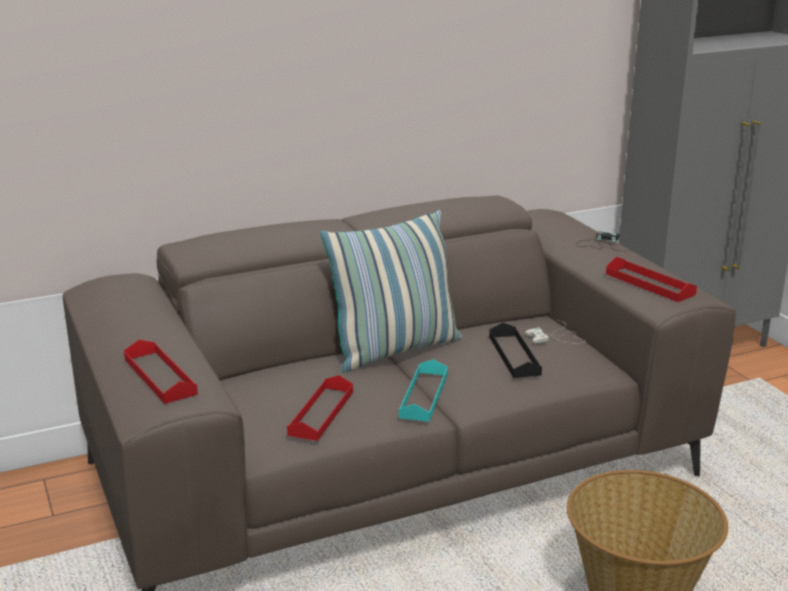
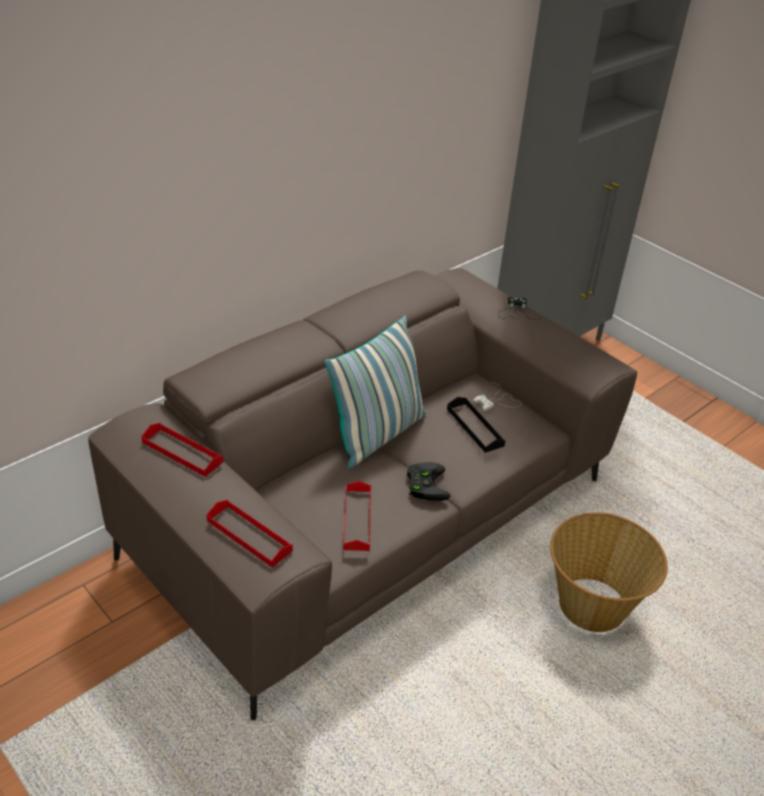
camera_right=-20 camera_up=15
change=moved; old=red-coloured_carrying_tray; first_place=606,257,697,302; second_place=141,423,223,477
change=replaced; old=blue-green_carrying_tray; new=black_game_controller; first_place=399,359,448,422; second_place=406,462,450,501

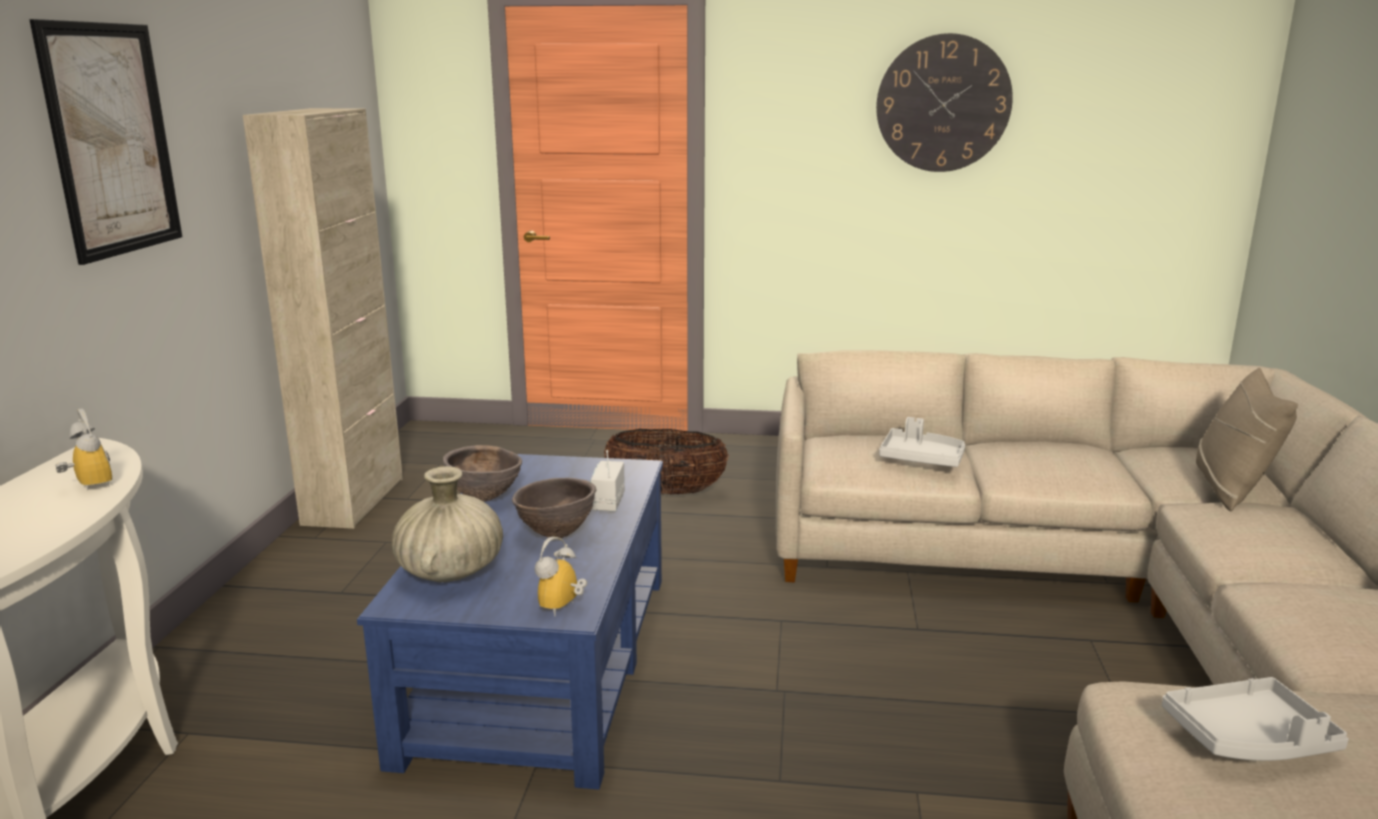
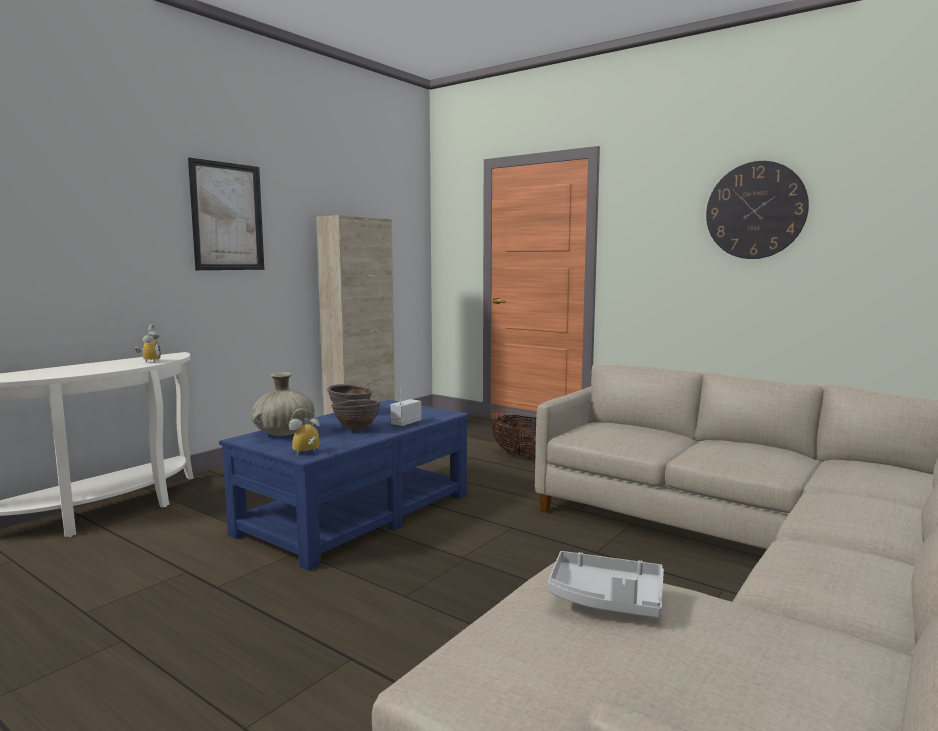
camera_right=30 camera_up=-10
change=removed; old=gray_carrying_tray; first_place=879,417,965,467
change=removed; old=beige_throw_pillow; first_place=1196,368,1298,511

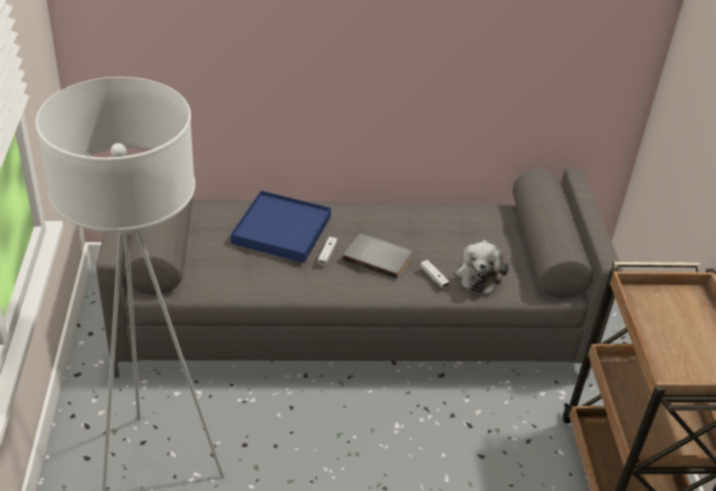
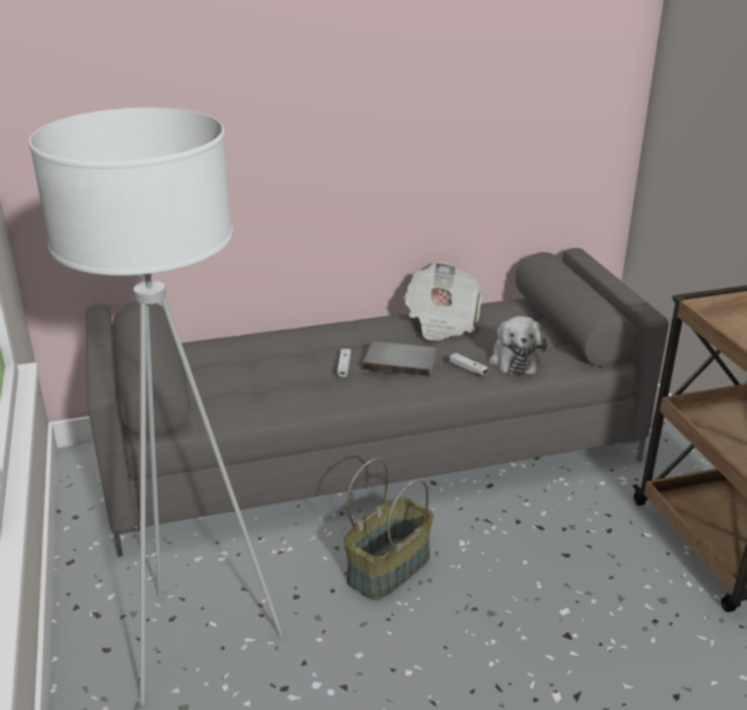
camera_right=-10 camera_up=-10
change=added; new=basket; second_place=344,458,433,600
change=added; new=daily_paper; second_place=404,262,483,341
change=removed; old=blue_carrying_tray; first_place=231,191,331,263

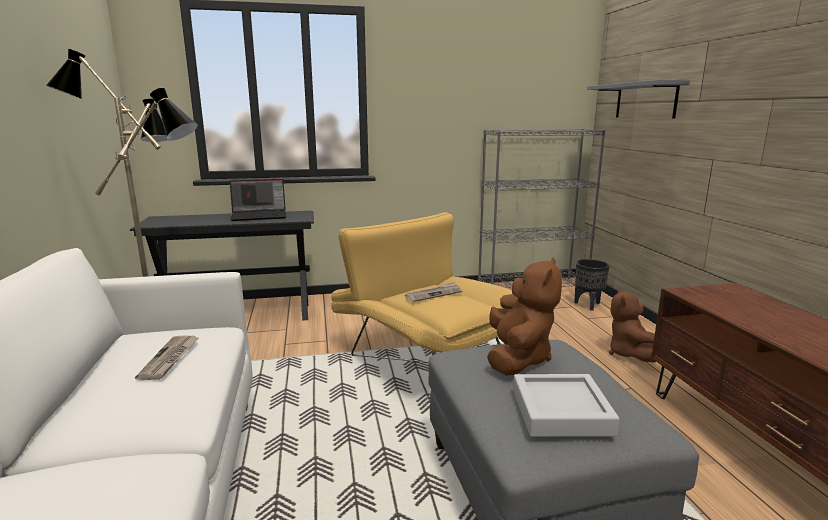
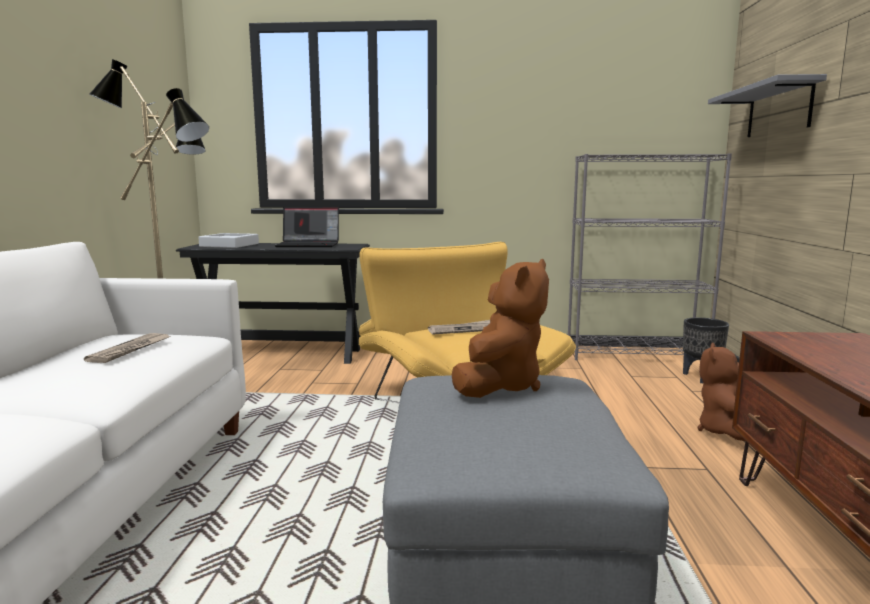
camera_right=15 camera_up=-5
change=moved; old=gray_carrying_tray; first_place=513,374,620,437; second_place=198,233,259,248

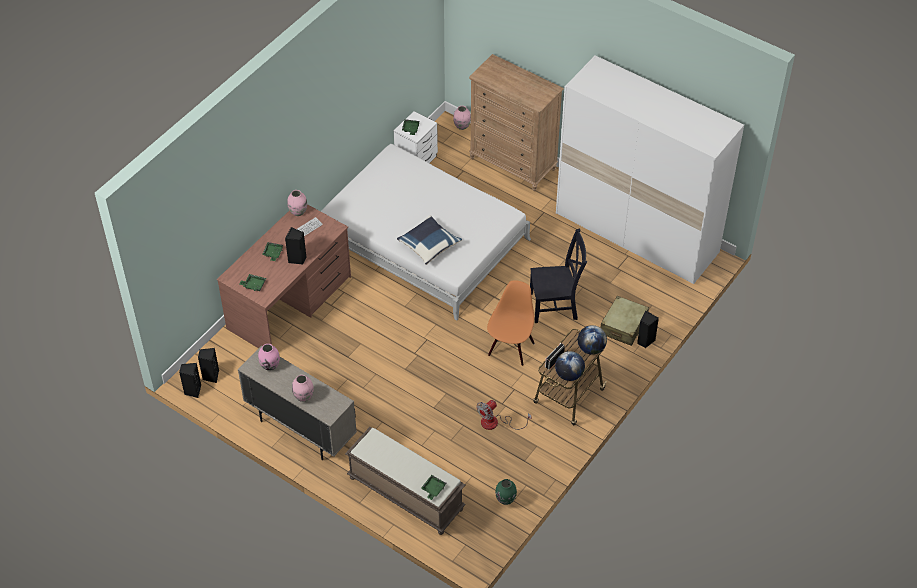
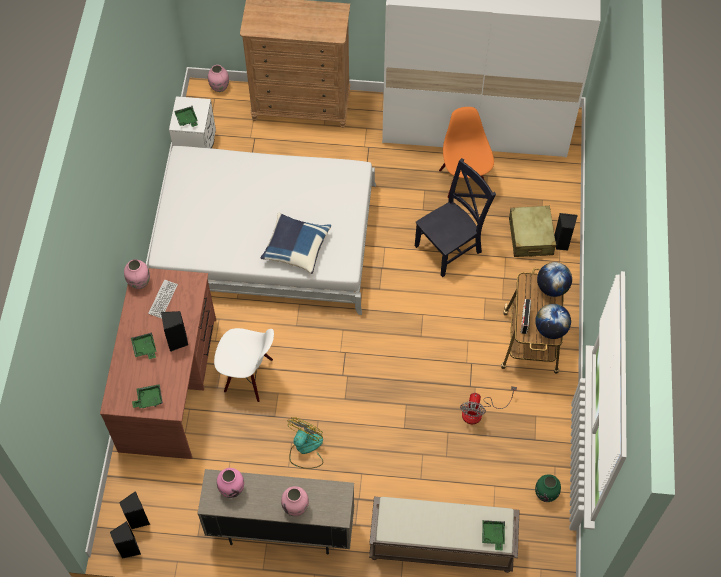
camera_right=-30 camera_up=10
change=added; new=white_plain_chair; second_place=214,328,274,402
change=added; new=electric_fan; second_place=287,417,323,469
change=moved; old=orange-coloured_plain_chair; first_place=487,280,535,366; second_place=439,107,494,199

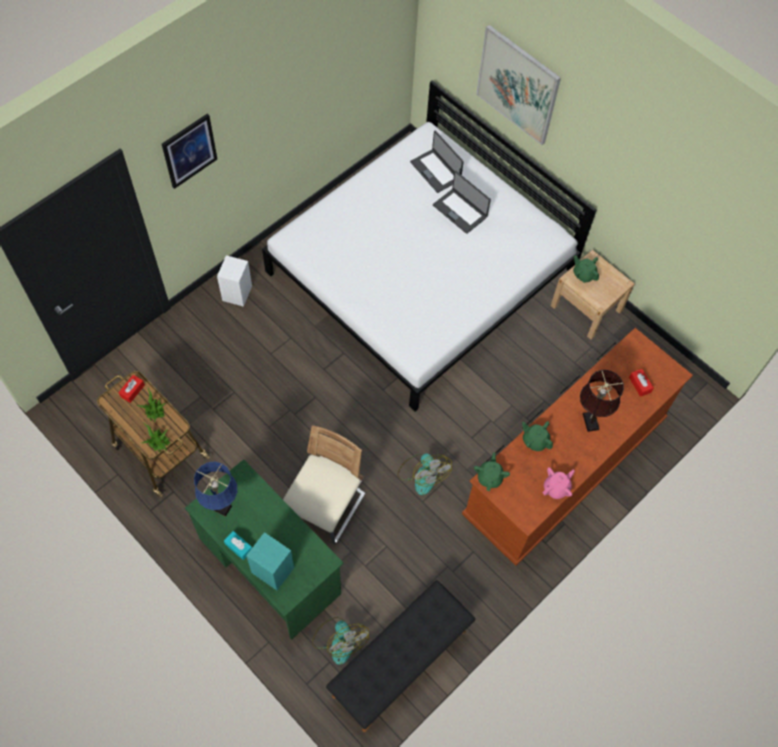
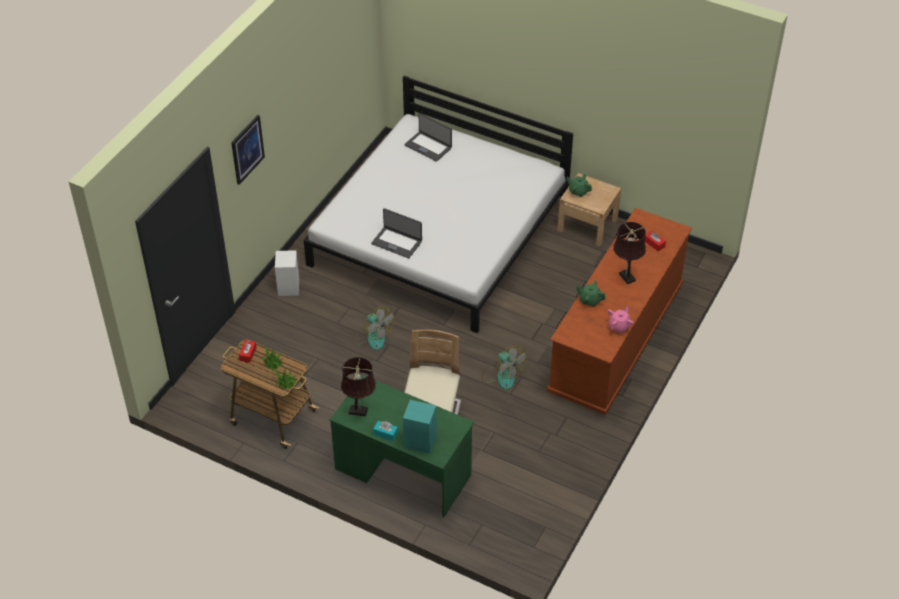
camera_right=-15 camera_up=-15
change=recoloured; old=blue_table_lamp; new=brownish_table_lamp; first_place=194,462,238,516; second_place=341,357,376,416
change=moved; old=electric_fan; first_place=312,617,369,665; second_place=352,306,395,350
change=moved; old=notebook_computer; first_place=433,171,491,234; second_place=371,208,422,258
change=removed; old=black_bench; first_place=326,580,475,732
change=removed; old=green-coloured_pot_for_tea; first_place=474,453,510,491
change=removed; old=wall_art; first_place=476,25,561,145

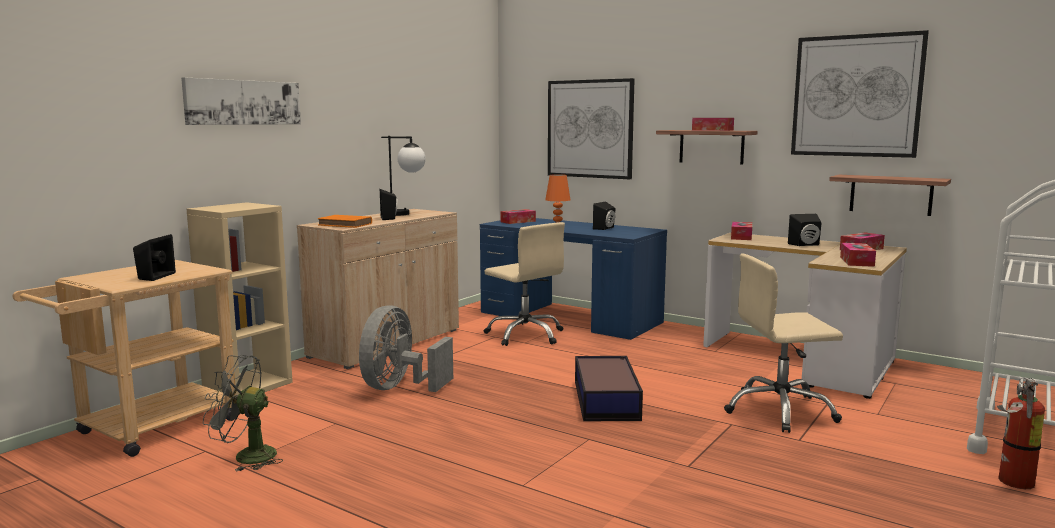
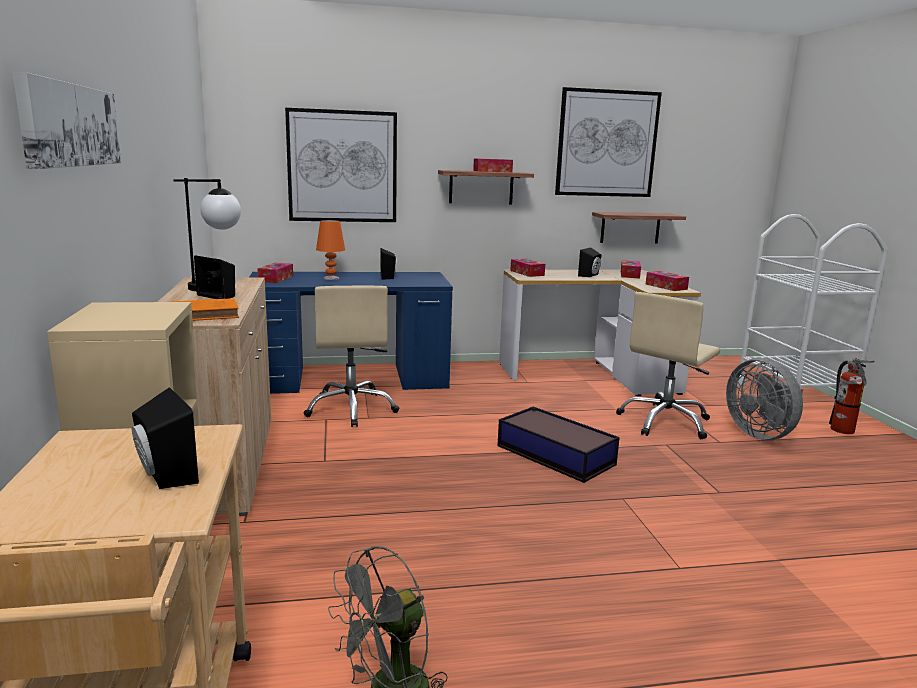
camera_right=-45 camera_up=5
change=turned; old=beige_desk_chair; first_place=484,222,565,346; second_place=303,286,399,427; degrees=75
change=moved; old=gray_electric_fan; first_place=359,305,453,392; second_place=726,358,803,440

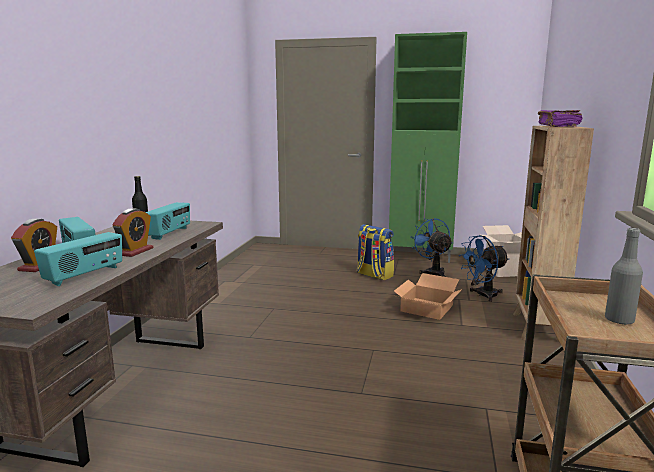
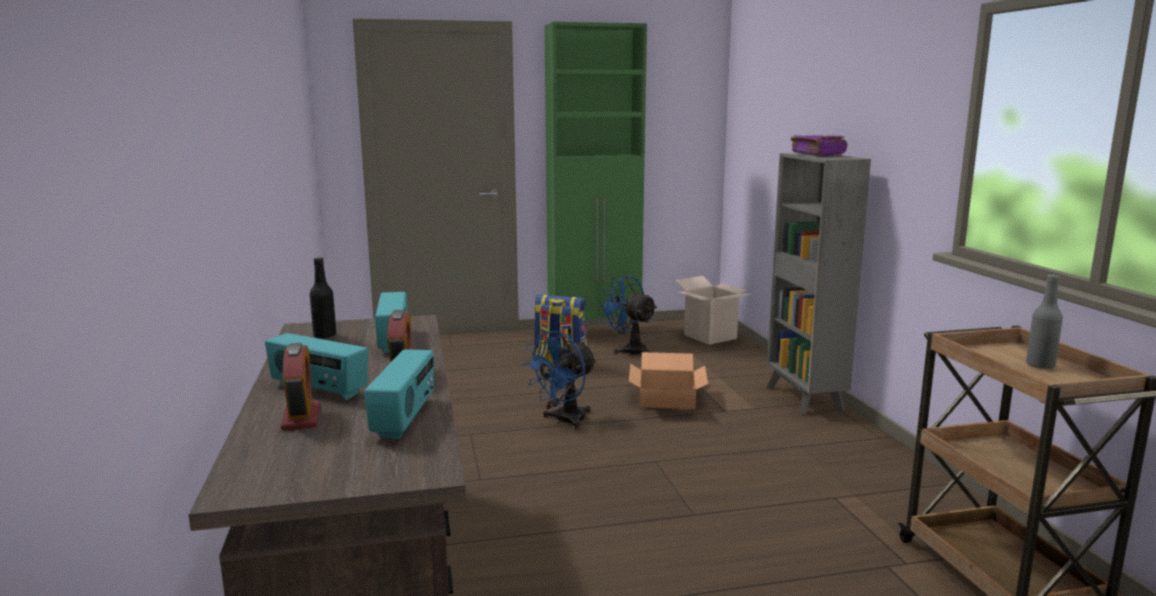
camera_right=-25 camera_up=0
change=moved; old=blue_electric_fan; first_place=459,235,509,302; second_place=523,331,597,430
change=recoloured; old=brownish_bookshelf; new=gray_bookshelf; first_place=512,126,594,342; second_place=767,153,871,415

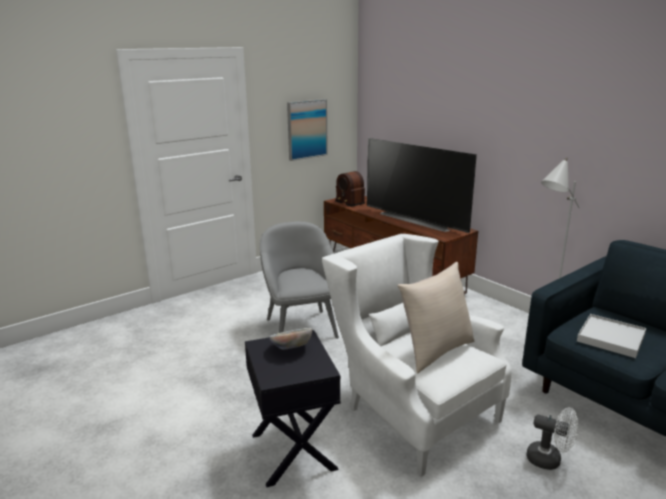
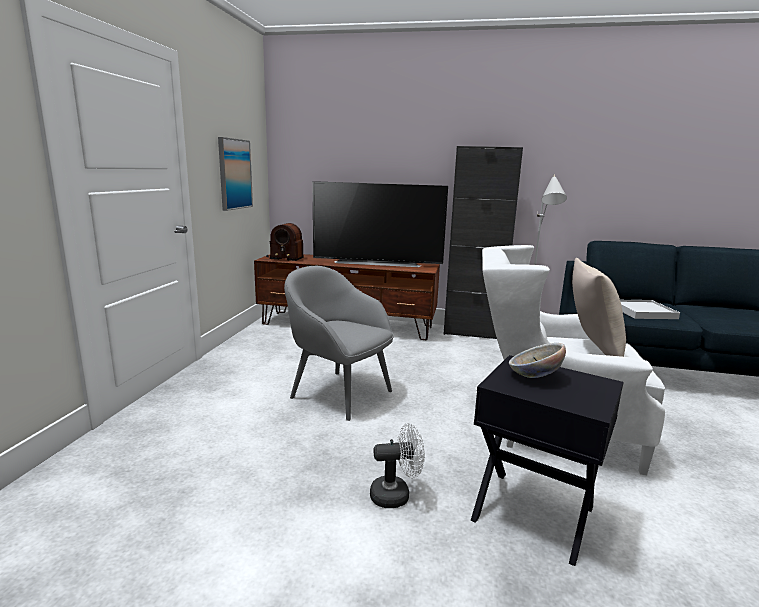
camera_right=-40 camera_up=-5
change=moved; old=white_electric_fan; first_place=526,408,578,470; second_place=370,423,425,508
change=added; new=black_storage_cabinet; second_place=443,146,523,339

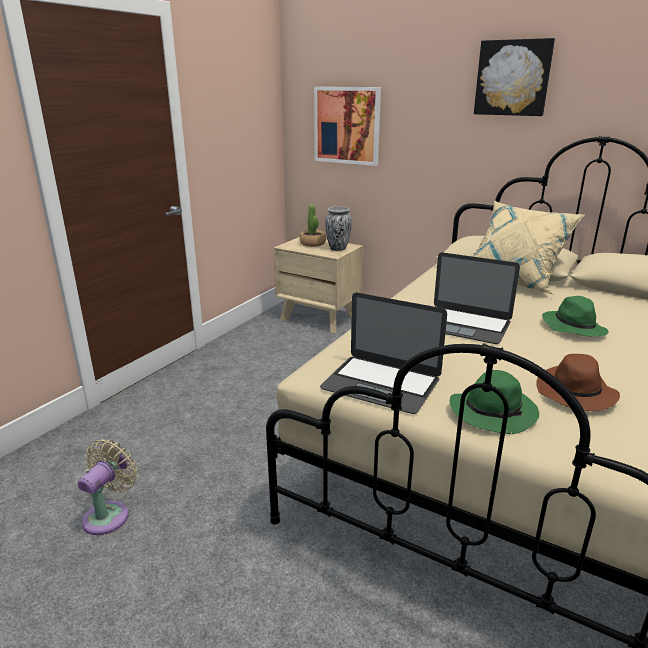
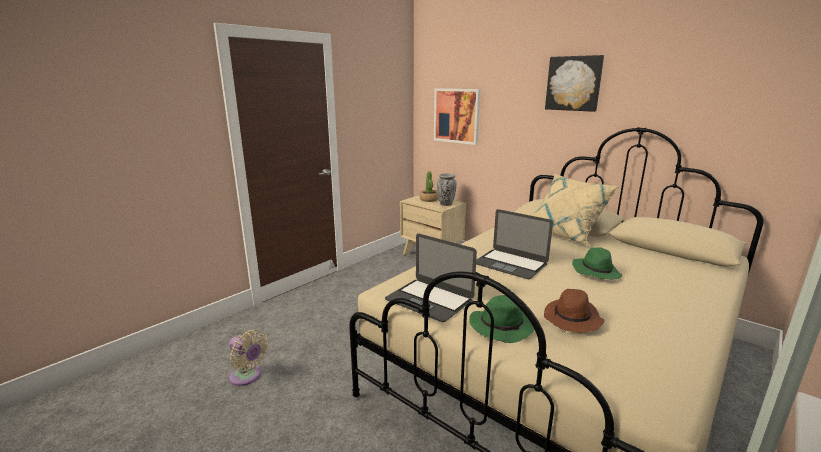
camera_right=10 camera_up=-5
change=turned; old=beige_electric_fan; first_place=78,439,138,535; second_place=229,330,268,386; degrees=90

